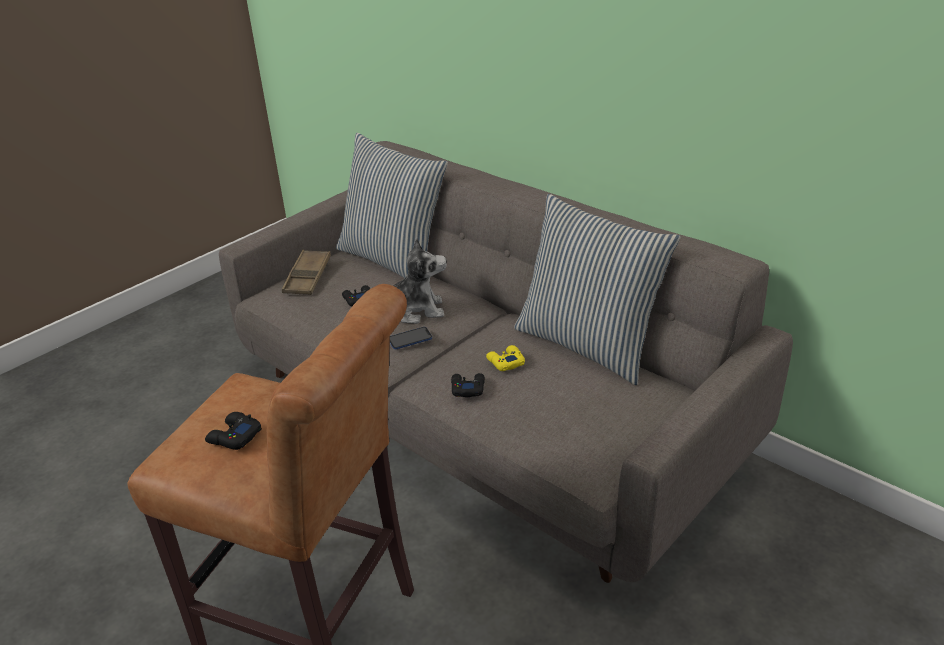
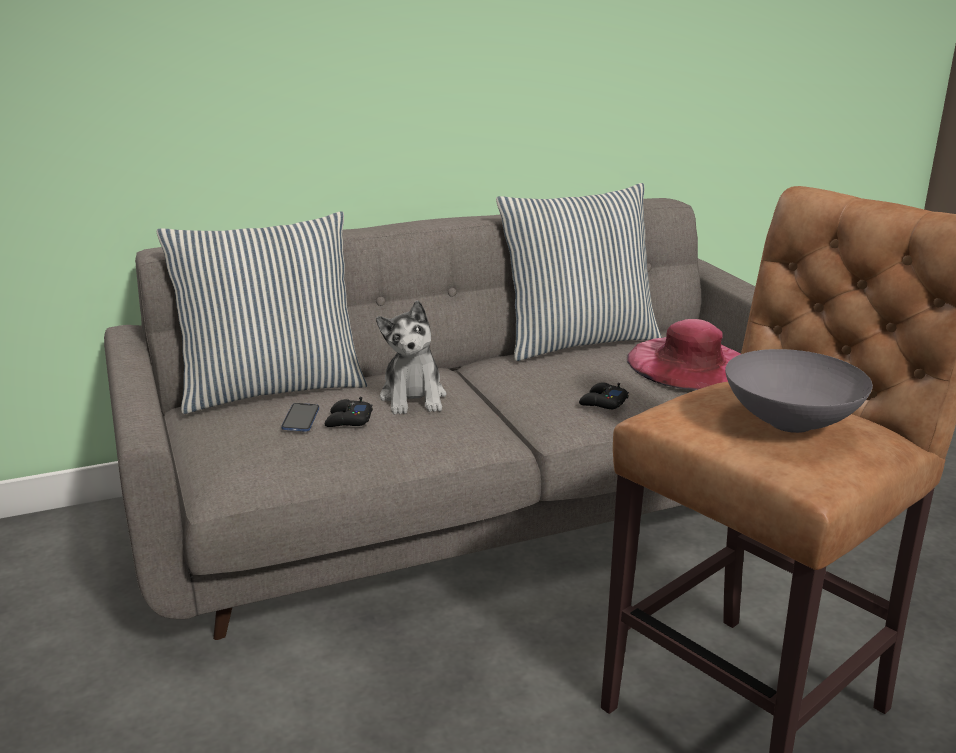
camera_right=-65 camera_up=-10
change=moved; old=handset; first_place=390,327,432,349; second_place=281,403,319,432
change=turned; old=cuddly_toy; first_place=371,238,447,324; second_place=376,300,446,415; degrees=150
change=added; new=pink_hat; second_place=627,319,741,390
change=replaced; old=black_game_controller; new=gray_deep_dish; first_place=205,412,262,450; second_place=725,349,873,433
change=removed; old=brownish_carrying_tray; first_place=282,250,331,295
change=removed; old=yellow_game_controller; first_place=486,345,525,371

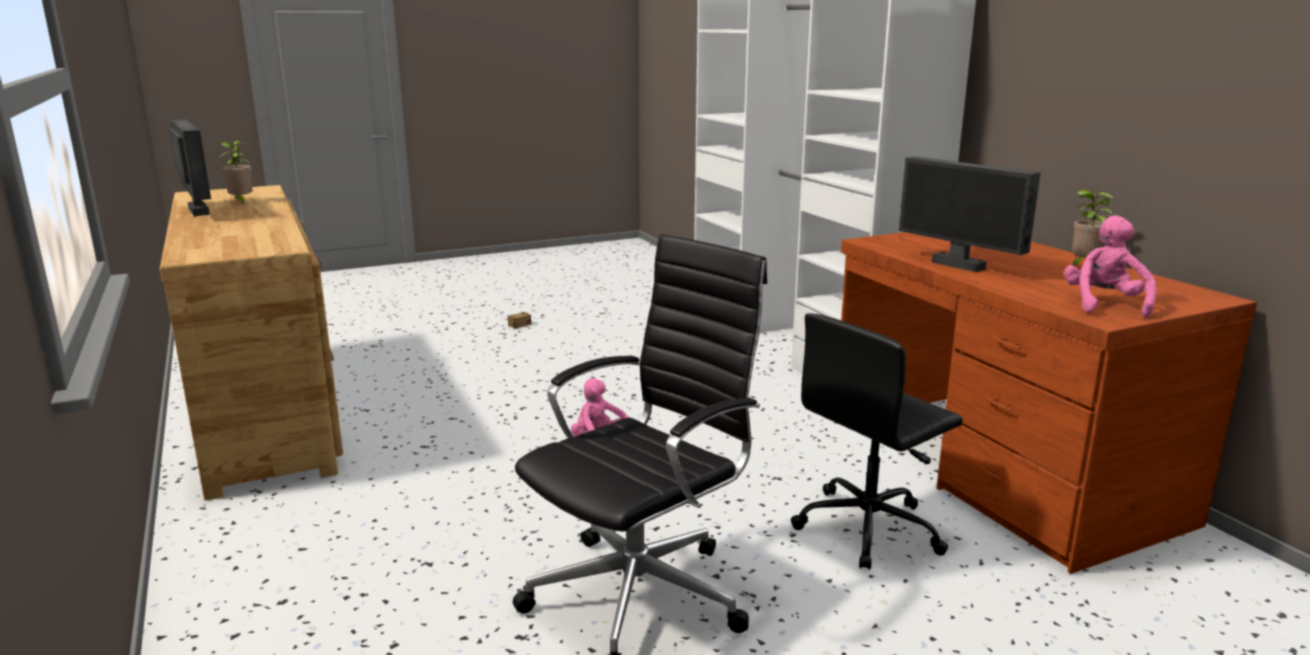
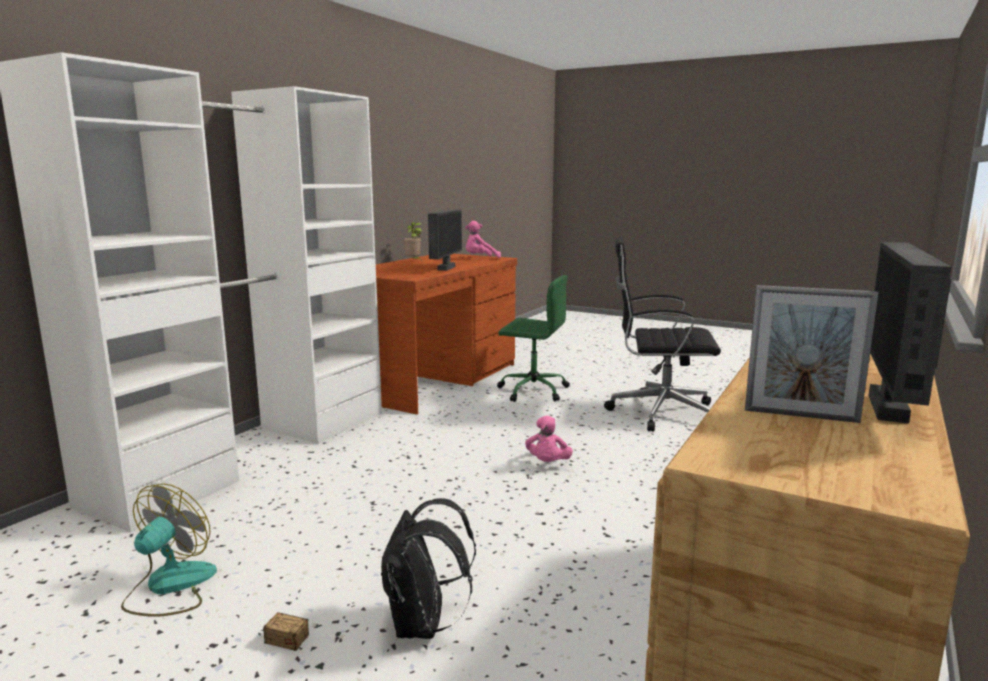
camera_right=-125 camera_up=-5
change=added; new=electric_fan; second_place=121,484,217,617
change=added; new=black_rucksack; second_place=381,498,476,639
change=recoloured; old=black_desk_chair; new=green-coloured_desk_chair; first_place=790,313,963,570; second_place=497,275,570,402
change=replaced; old=houseplant; new=picture_frame; first_place=220,141,253,204; second_place=745,285,879,423

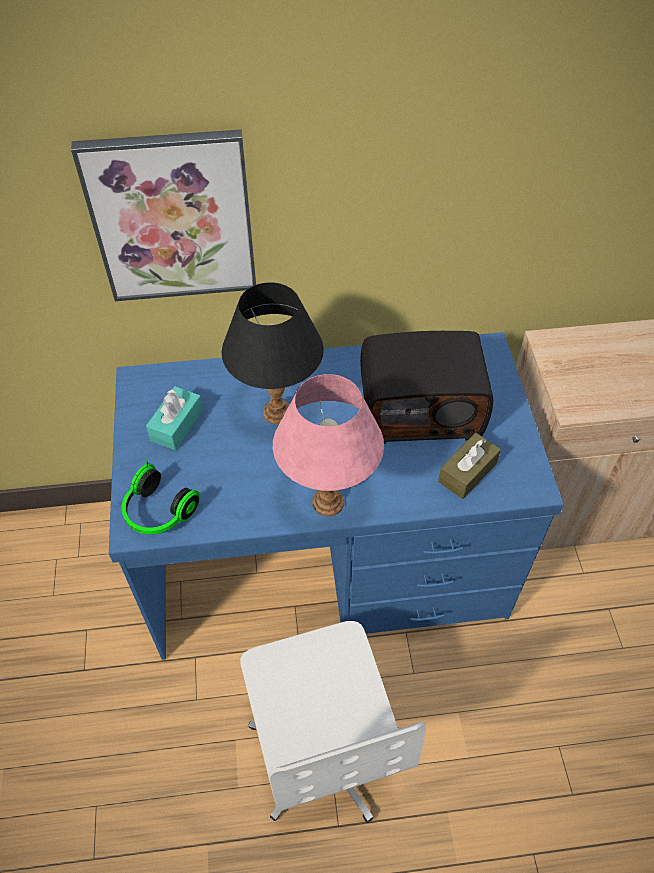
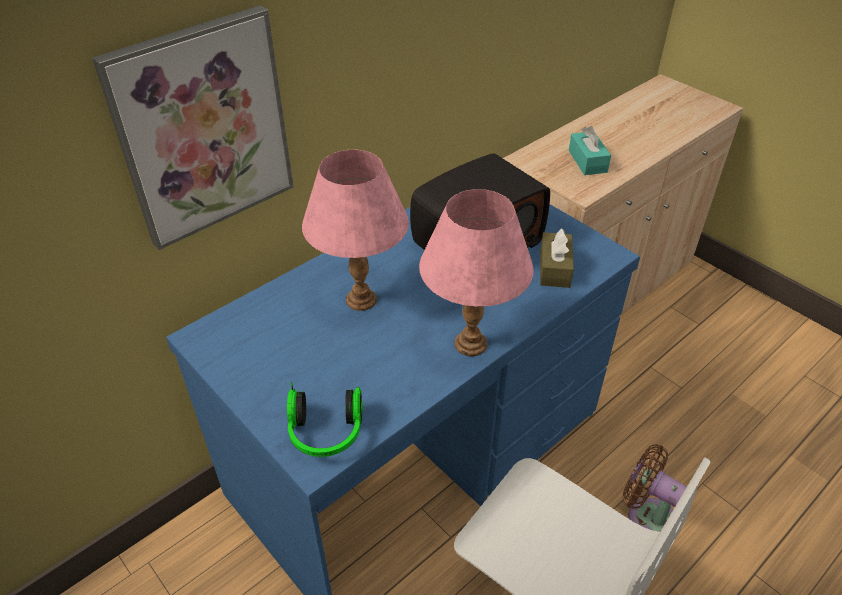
camera_right=-35 camera_up=-10
change=recoloured; old=black_table_lamp; new=pink_table_lamp; first_place=222,282,324,424; second_place=302,150,409,311
change=moved; old=blue-green_tissue_box; first_place=146,386,203,450; second_place=569,126,611,175
change=added; new=brownish_electric_fan; second_place=622,444,687,532

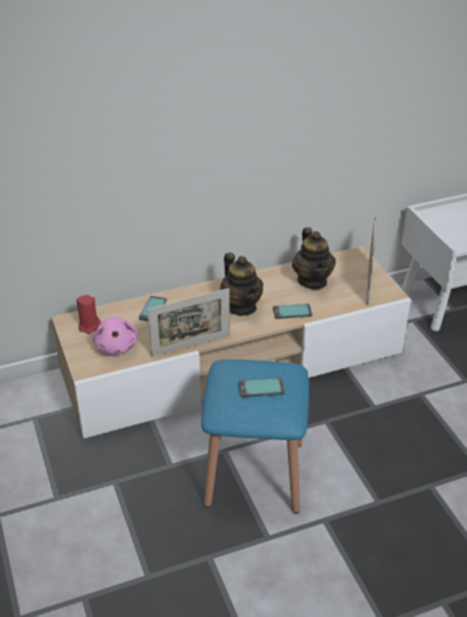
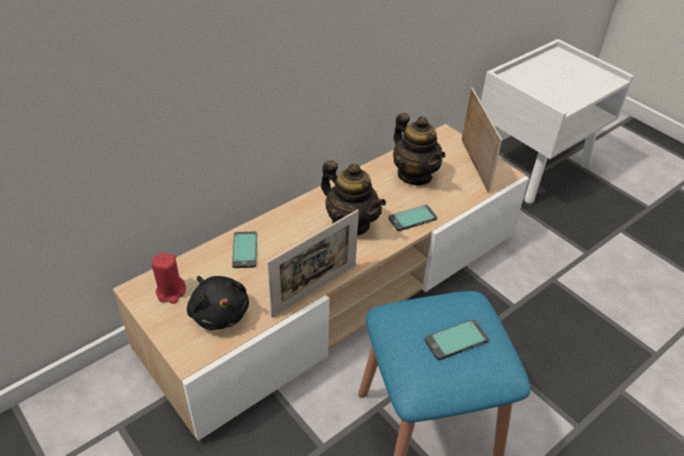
camera_right=-20 camera_up=5
change=recoloured; old=pink_cuddly_toy; new=black_cuddly_toy; first_place=92,317,138,355; second_place=187,276,249,330

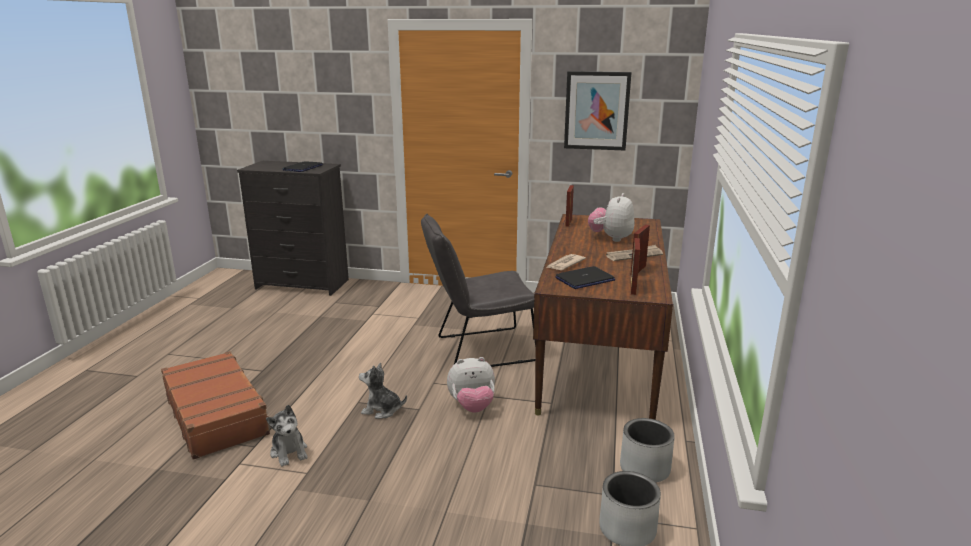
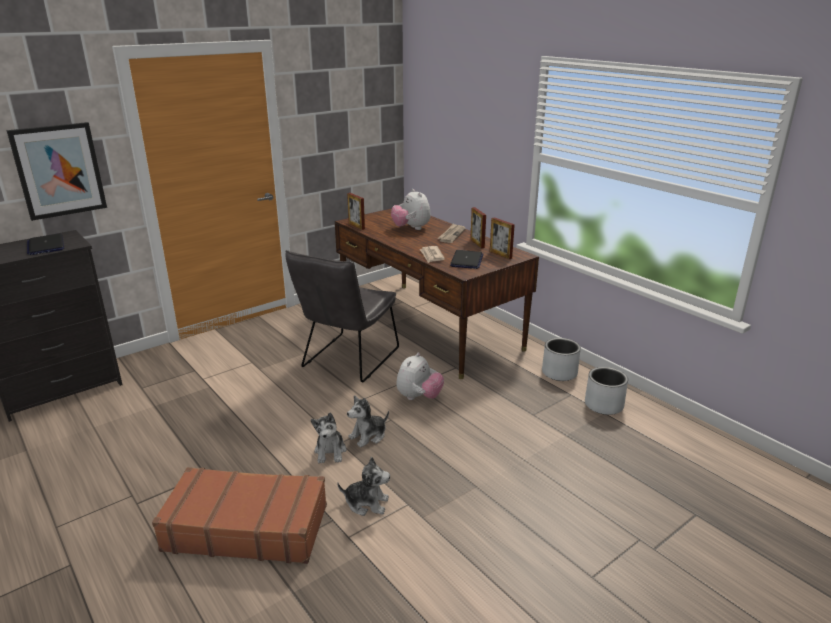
camera_right=-50 camera_up=5
change=moved; old=wall_art; first_place=564,71,632,150; second_place=6,122,107,221
change=added; new=cuddly_toy; second_place=311,412,347,463

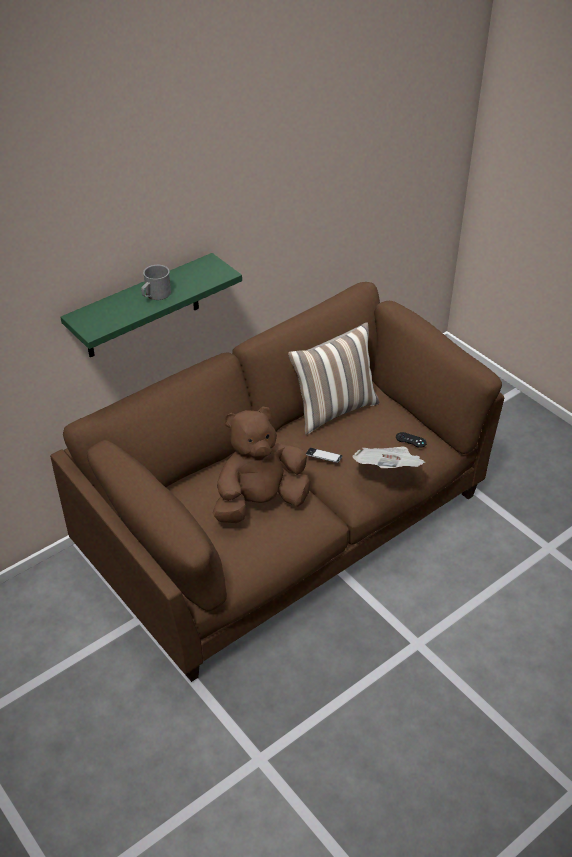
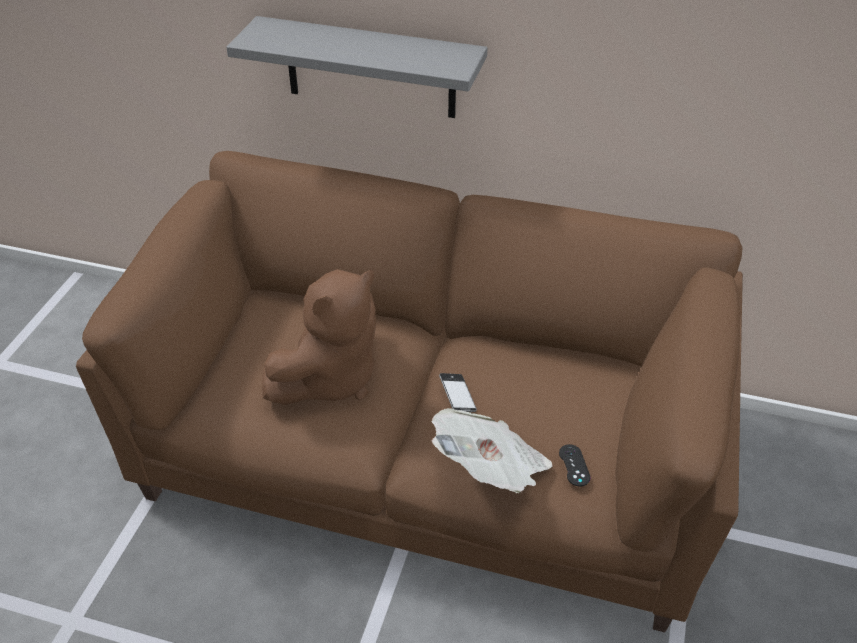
camera_right=55 camera_up=0
change=recoloured; old=green-coloured_bracket_shelf; new=gray_bracket_shelf; first_place=61,253,242,357; second_place=226,16,487,118
change=turned; old=brownish_cuddly_toy; first_place=213,406,311,523; second_place=262,269,376,405; degrees=105
change=removed; old=gray_coffee_mug; first_place=141,265,171,300
change=removed; old=throw_pillow; first_place=288,322,380,435

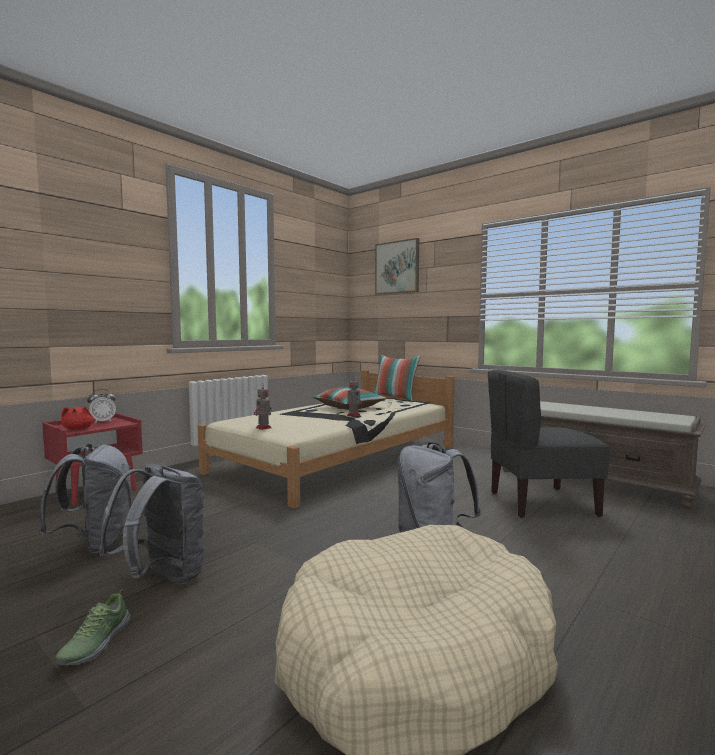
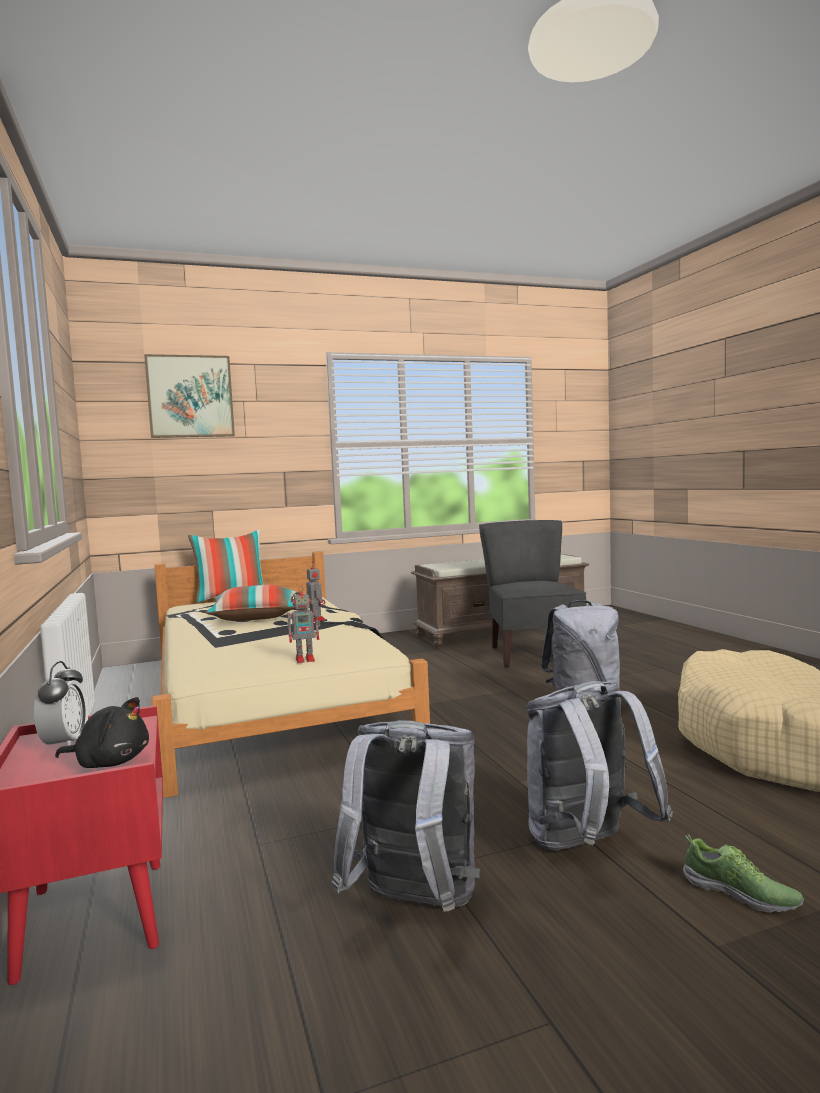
camera_right=-60 camera_up=0
change=recoloured; old=red-coloured_cuddly_toy; new=black_cuddly_toy; first_place=61,406,94,430; second_place=55,697,149,768
change=turned; old=gray_plain_chair; first_place=488,370,610,518; second_place=479,520,587,668; degrees=150

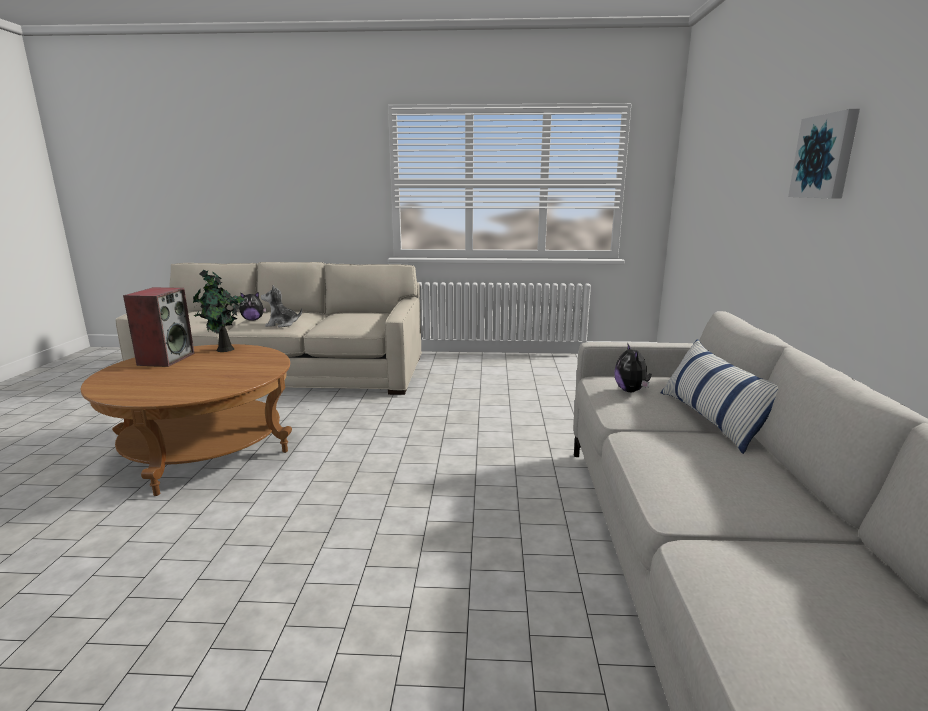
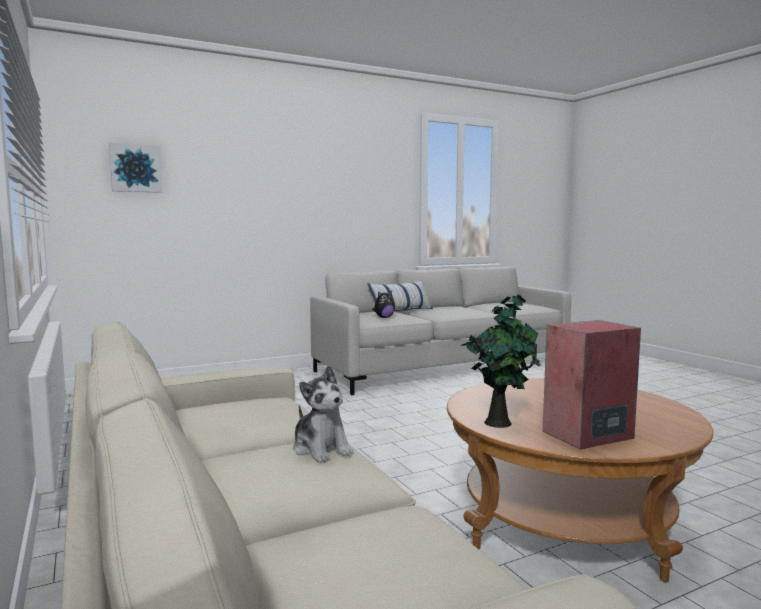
camera_right=-120 camera_up=-10
change=moved; old=wall_art; first_place=788,109,860,199; second_place=109,142,162,193
change=removed; old=cuddly_toy; first_place=239,292,266,321

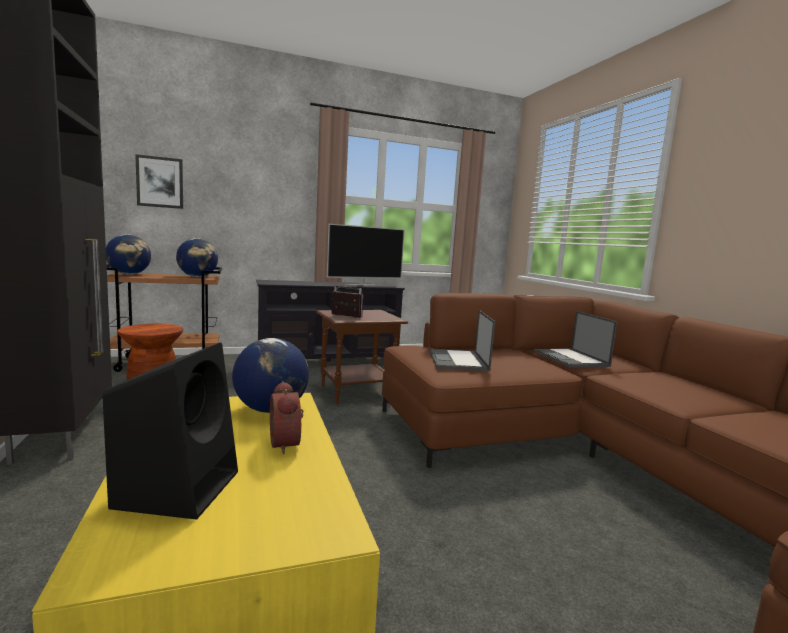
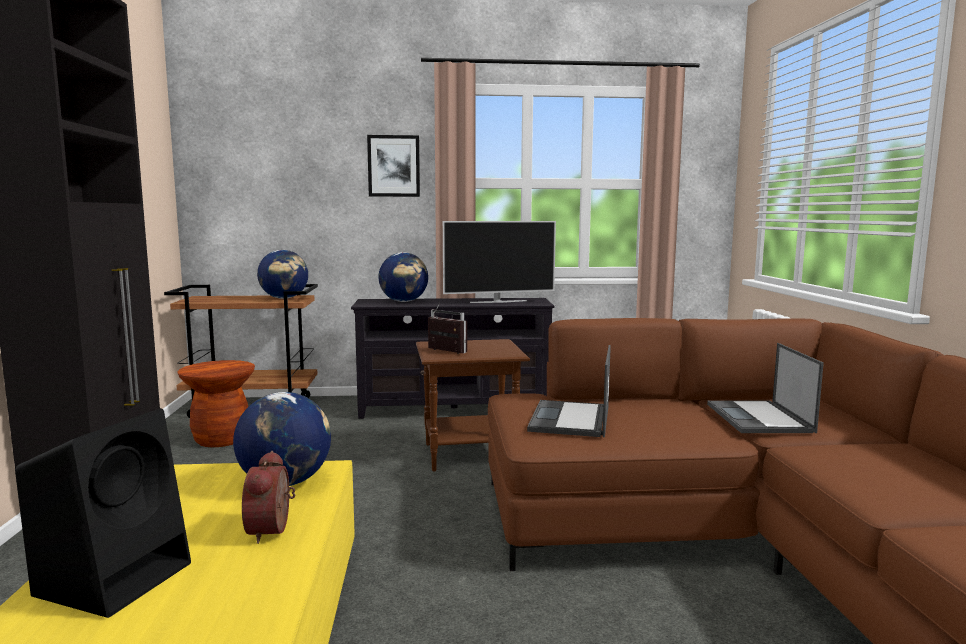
camera_right=15 camera_up=0
change=moved; old=wall_art; first_place=135,154,183,209; second_place=367,135,420,197
change=moved; old=world_globe; first_place=106,234,151,275; second_place=378,252,428,302

